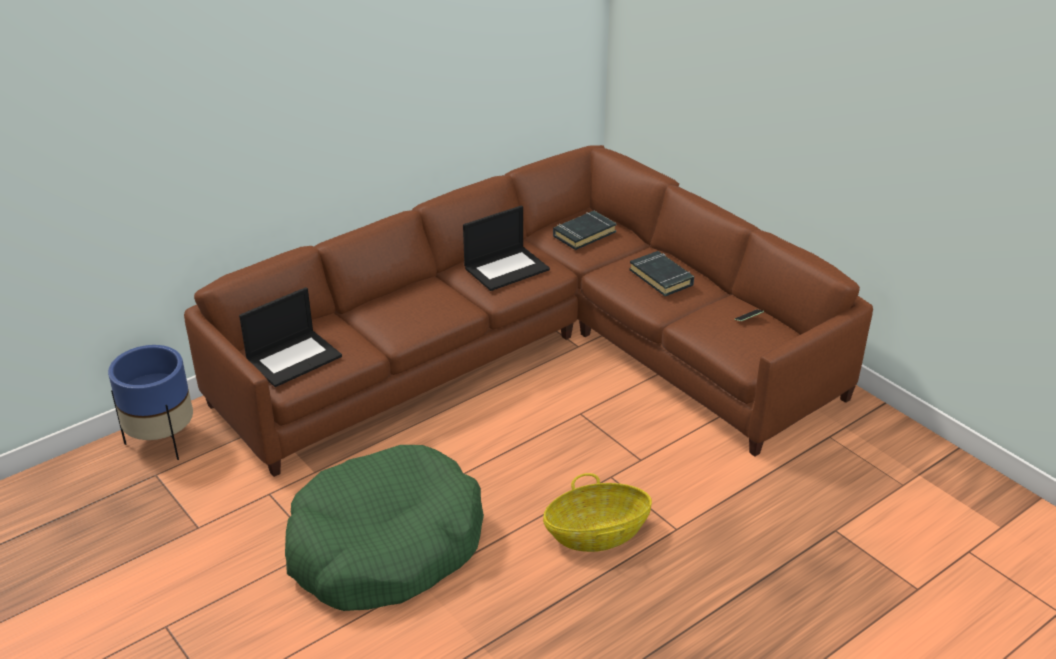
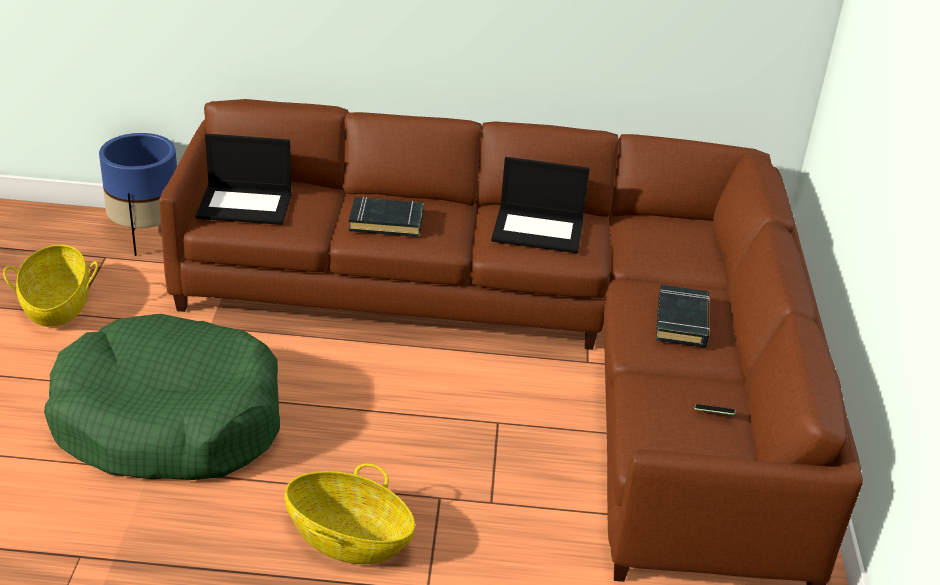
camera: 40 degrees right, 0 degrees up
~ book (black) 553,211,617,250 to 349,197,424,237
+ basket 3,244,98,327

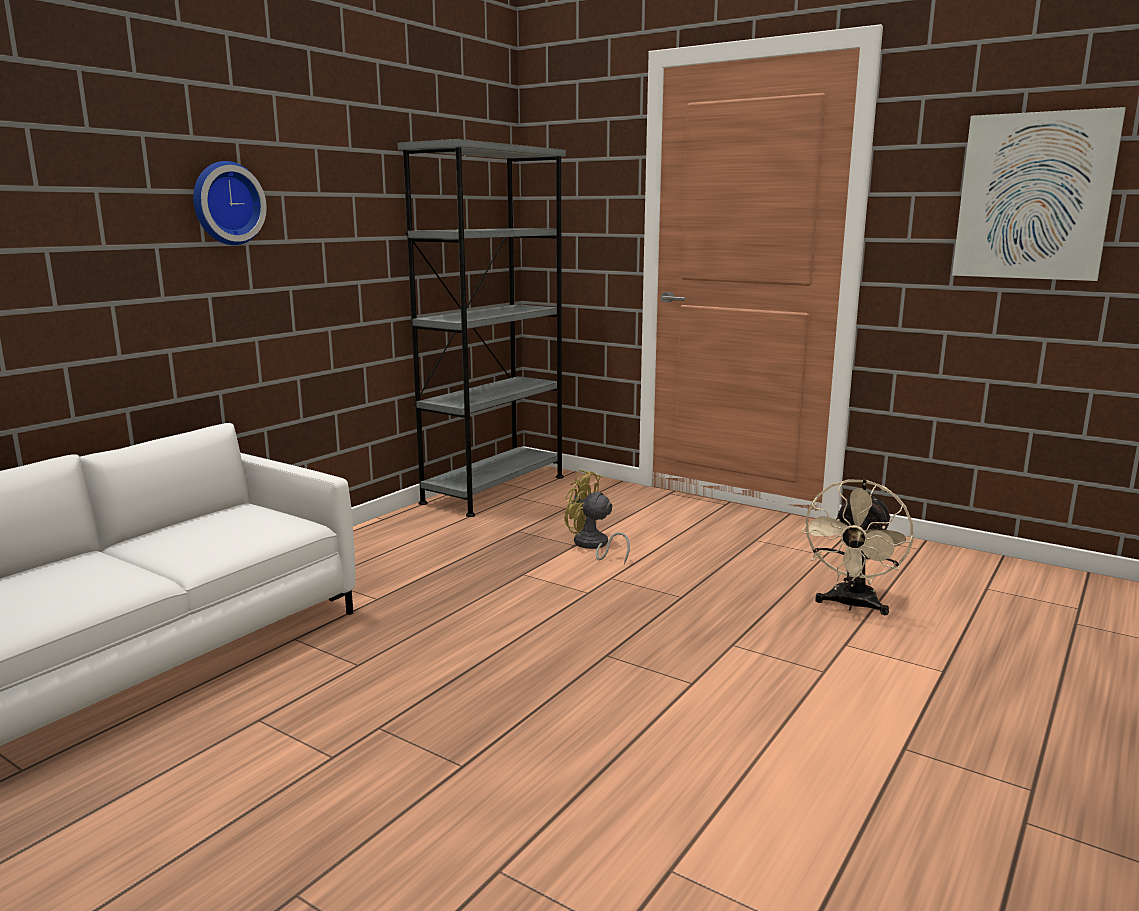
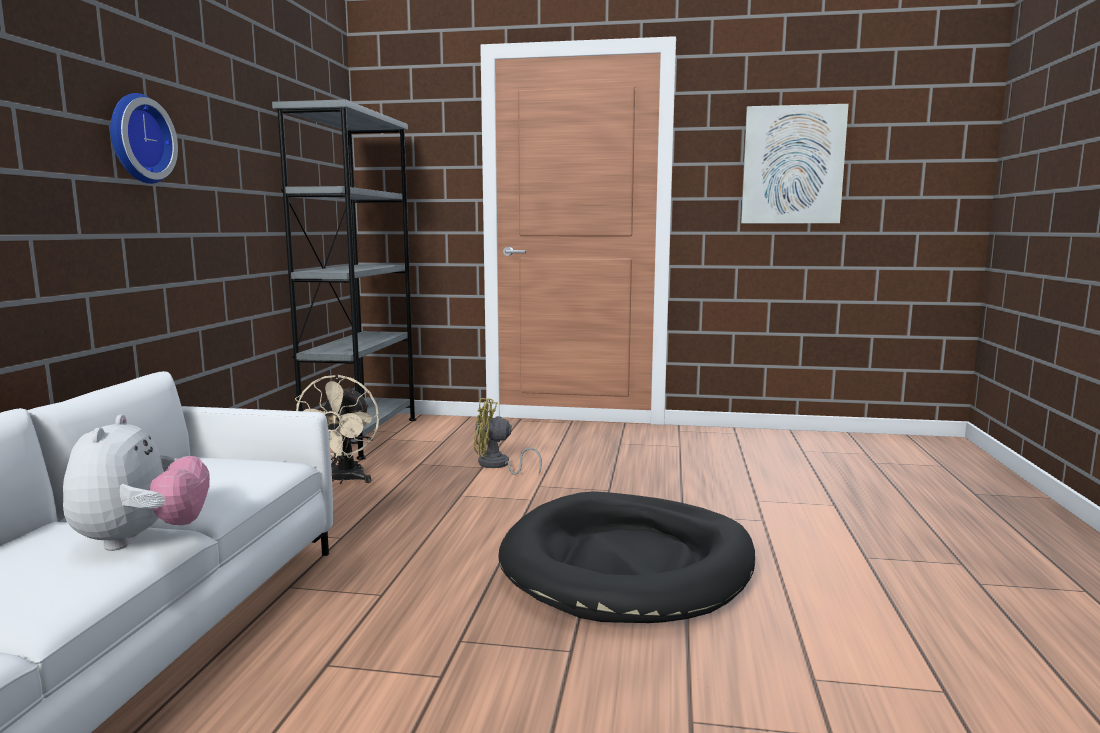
camera: 25 degrees left, 5 degrees down
~ electric fan (beige) 801,479,913,615 to 295,374,379,484
+ cuddly toy 63,414,210,551
+ pet bed (black) 498,491,755,623

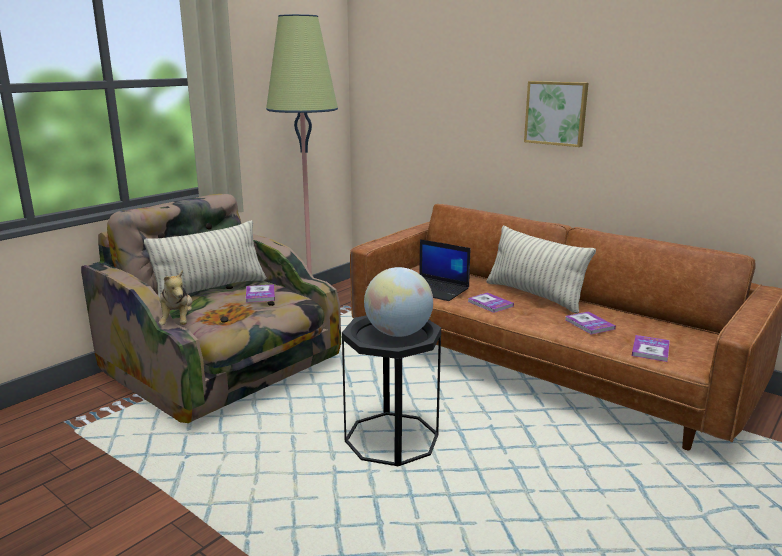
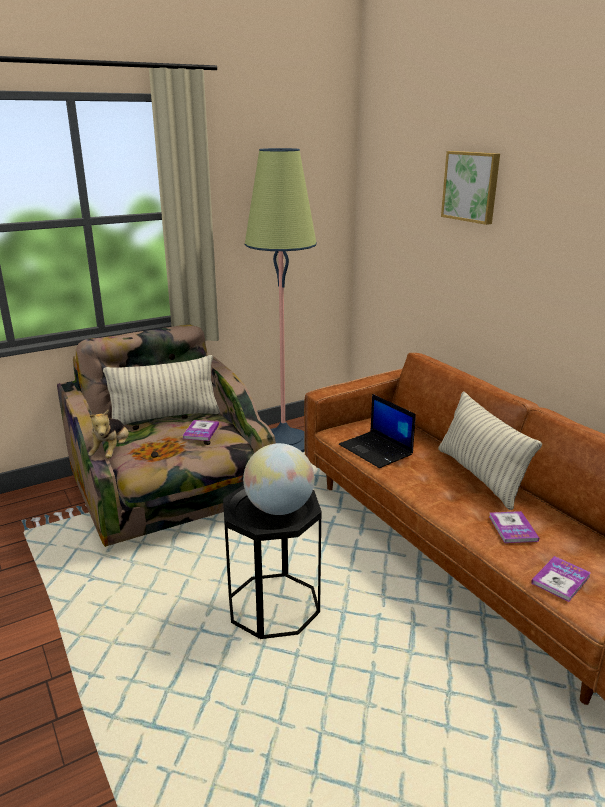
camera: 20 degrees right, 5 degrees up
~ wall art 524,81,588,147 to 441,151,500,225
- book 468,293,514,313

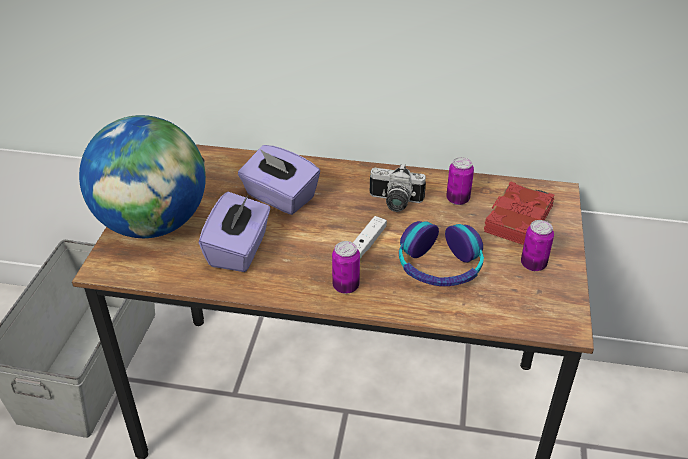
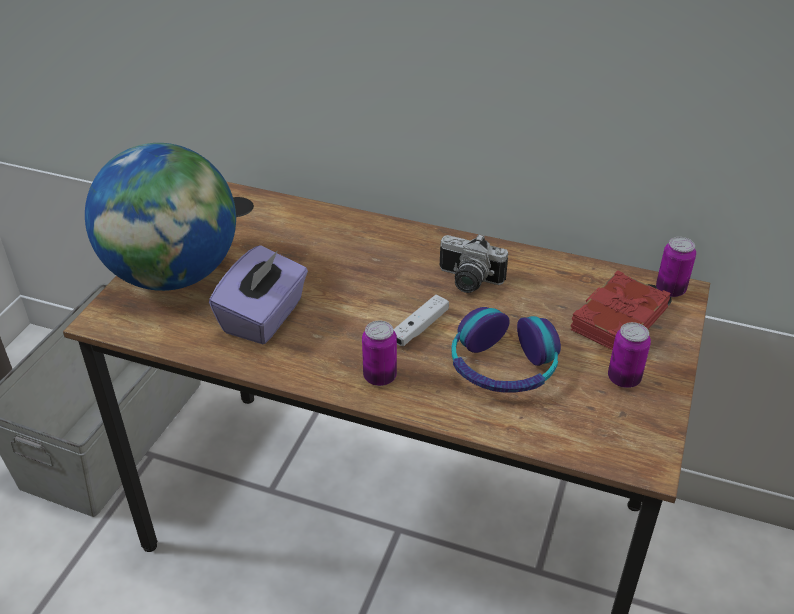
camera: 10 degrees right, 0 degrees up
- tissue holder (purplish) 238,145,320,215
~ sealed can 446,157,474,205 to 656,237,696,297

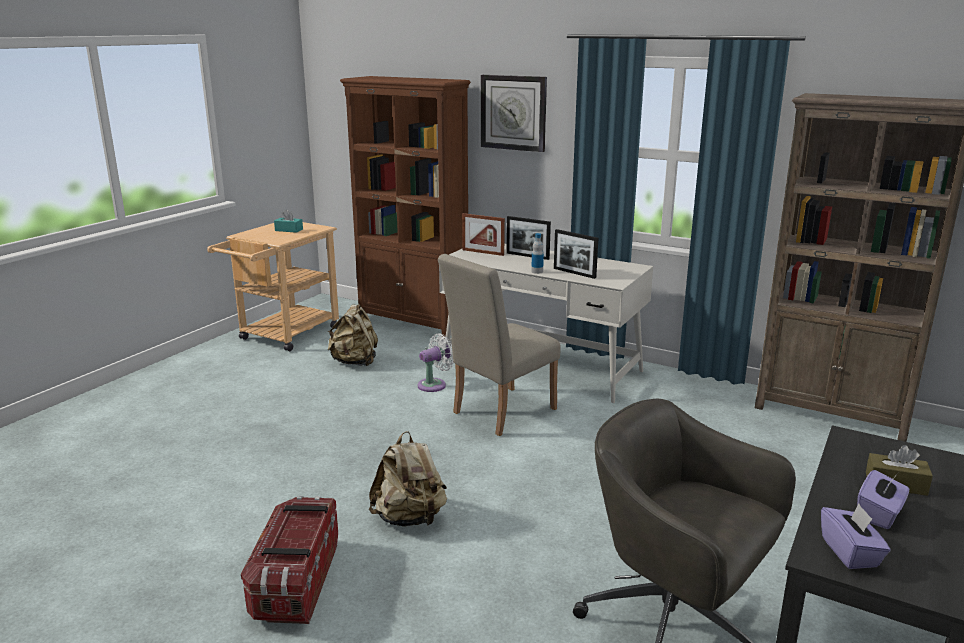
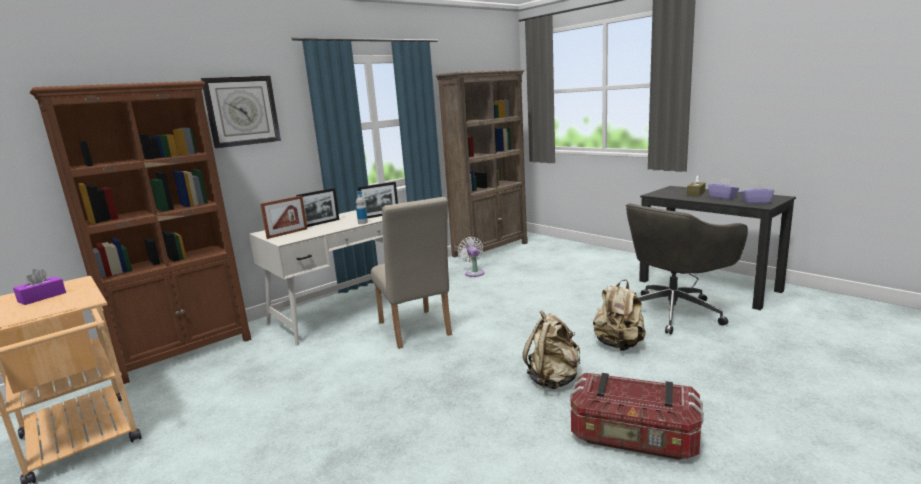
camera: 70 degrees left, 5 degrees down
~ tissue holder (turquoise-coloured) 274,210,303,233 to tissue holder (purplish) 13,269,66,305
~ rucksack (beige) 328,304,378,366 to 593,279,646,351
~ electric fan (white) 418,333,454,392 to 458,237,485,277

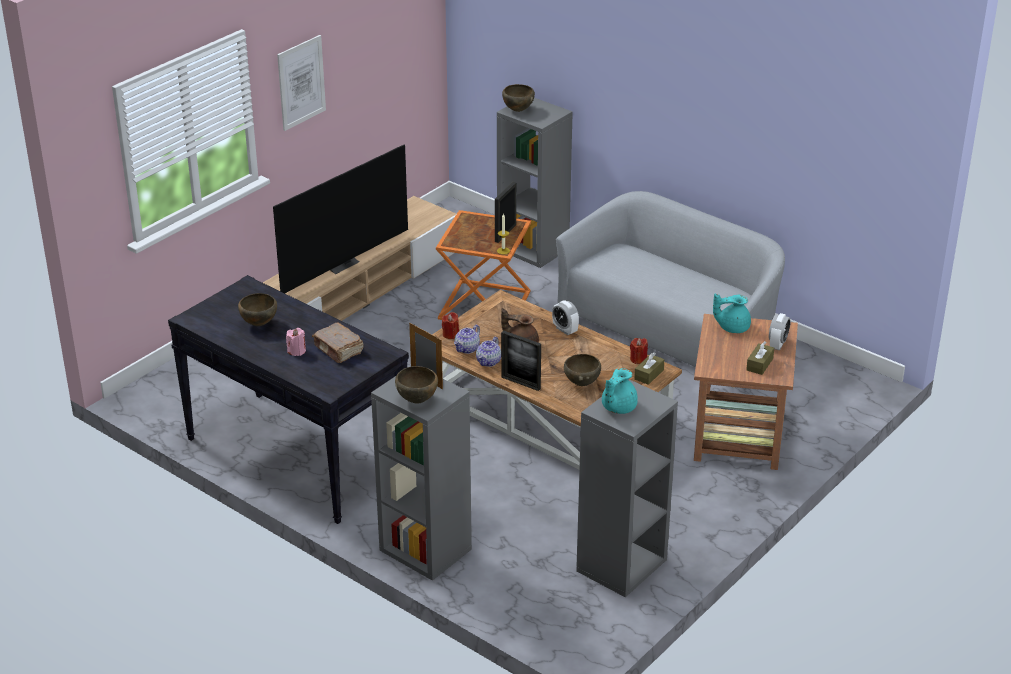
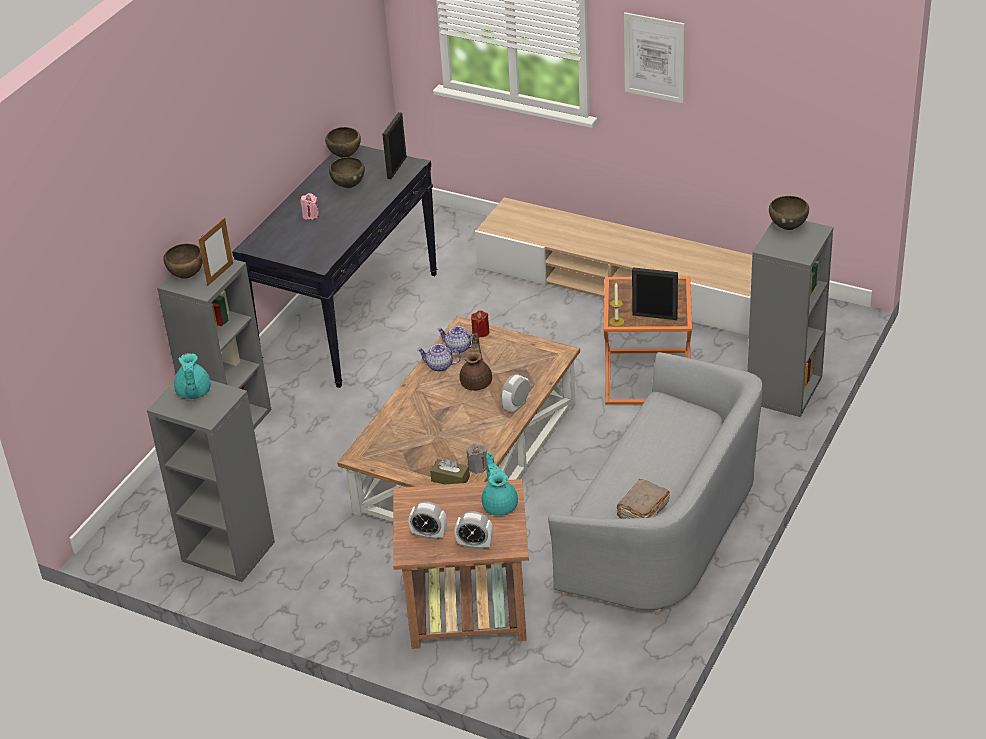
camera: 80 degrees right, 5 degrees up
- TV 273,145,408,293
~ book (brown-coloured) 312,323,364,363 to 617,479,670,519
~ picture frame 501,331,541,391 to 382,112,407,179
~ candle (red-coloured) 630,338,648,364 to candle (gray) 467,444,487,474
~ tissue holder (brown-coloured) 746,341,774,375 to alarm clock 409,501,447,540
~ deep dish (brown-coloured) 564,354,601,386 to 325,127,361,158
~ teapot (turquoise-coloured) 602,368,638,414 = 174,353,211,399 120 degrees counterclockwise

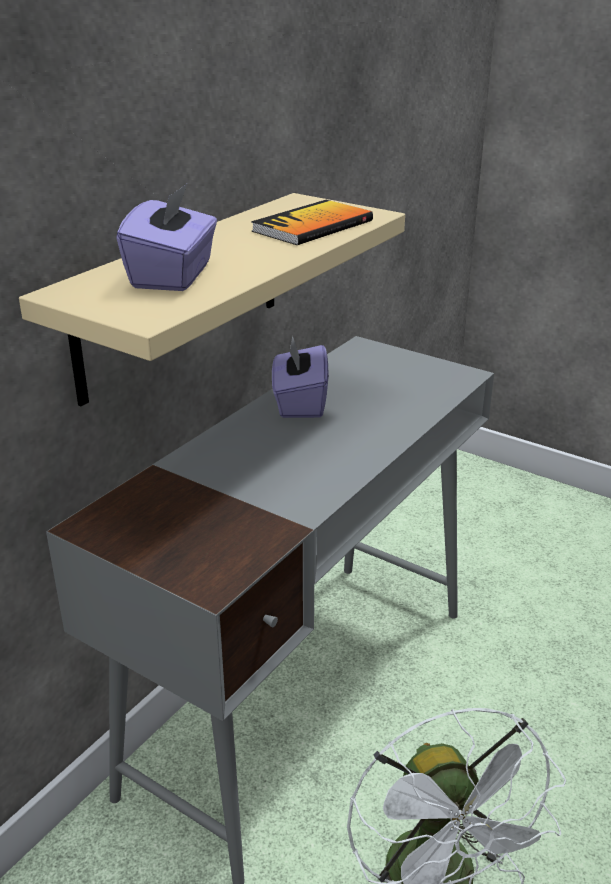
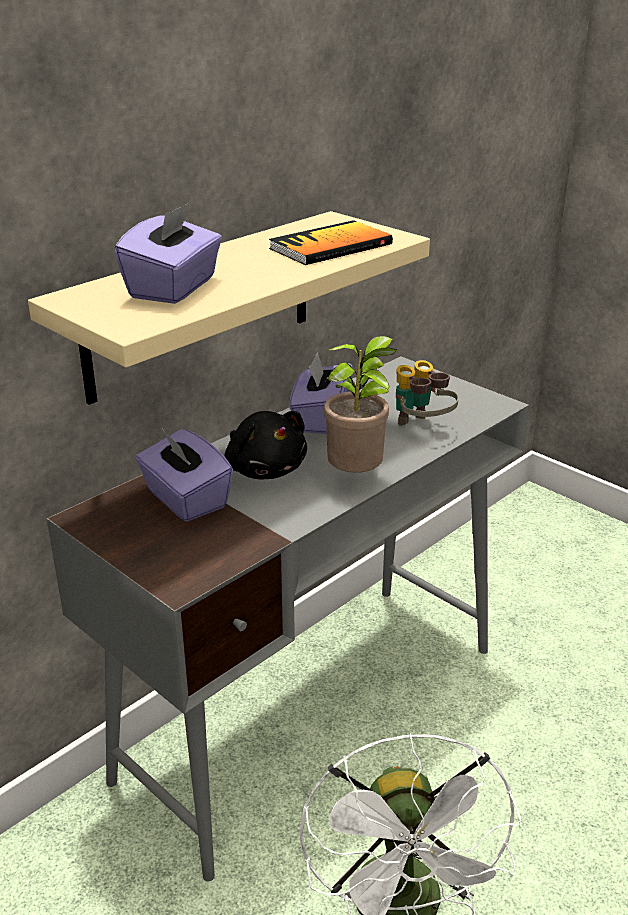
camera: 10 degrees right, 0 degrees up
+ plant in a pot 324,336,397,473
+ field glasses 396,360,458,426
+ cuddly toy (black) 225,411,307,479
+ tissue holder (purplish) 135,429,233,522

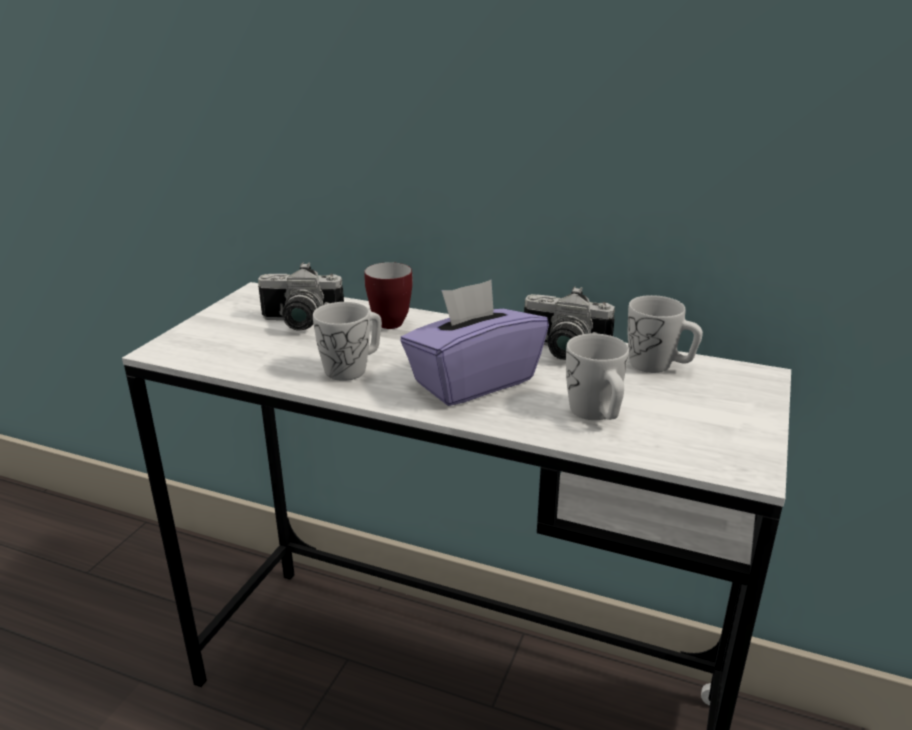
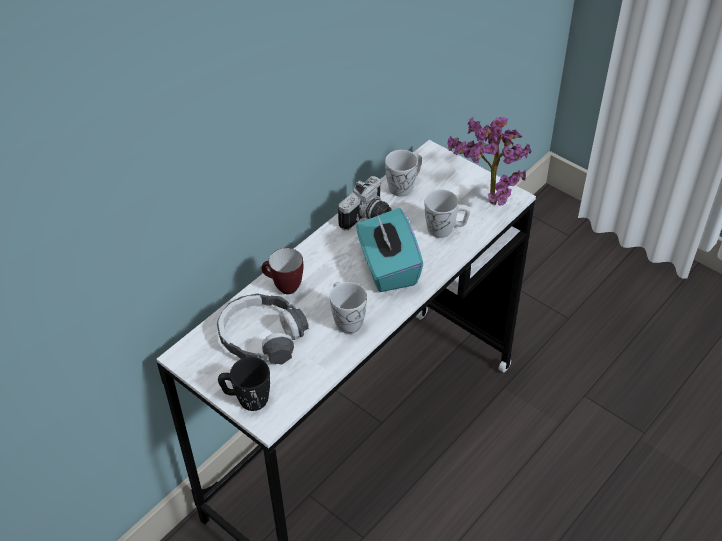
camera: 70 degrees left, 20 degrees up
~ photo camera 258,262,344,330 to pair of headphones 217,293,309,364
~ tissue holder (purplish) 401,280,549,406 to tissue holder (turquoise-coloured) 356,208,423,292
+ plant in a pot 447,117,531,205
+ tea mug (black) 218,357,270,411

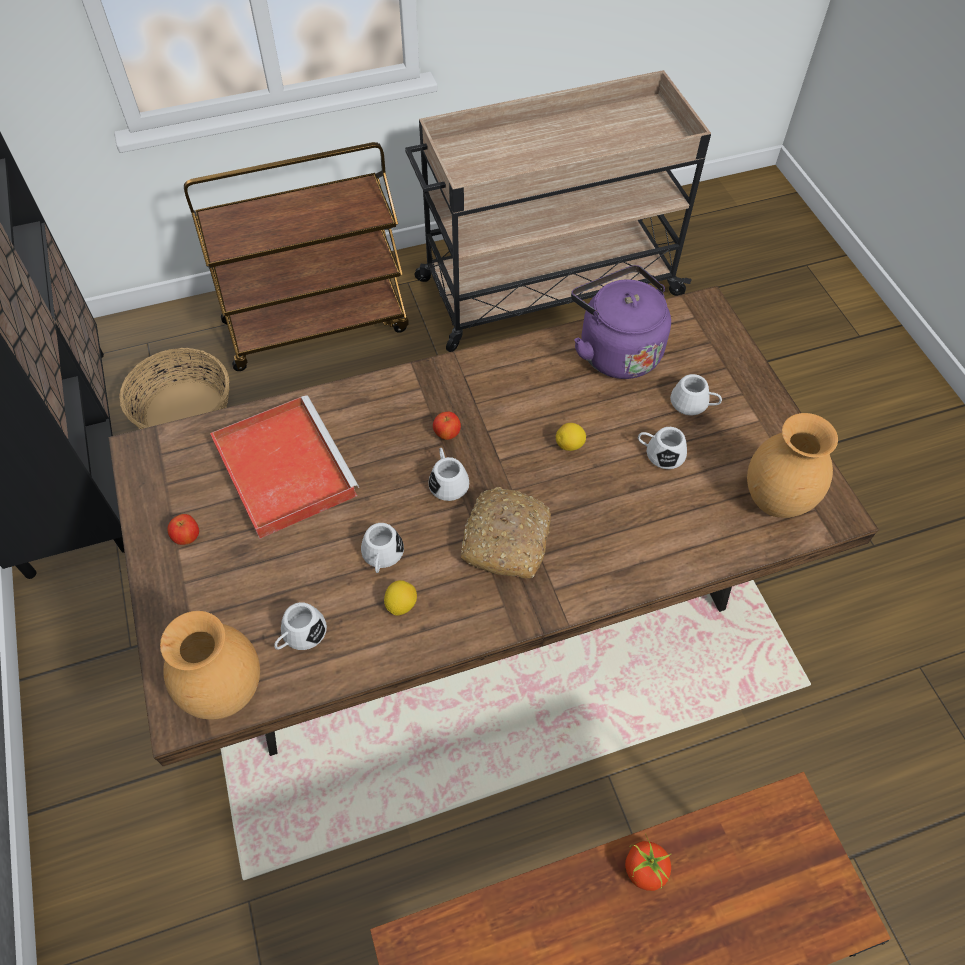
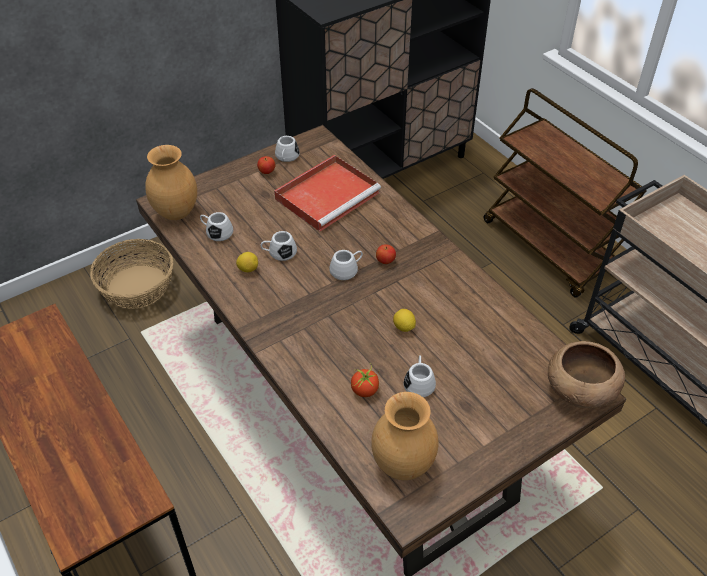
camera: 75 degrees right, 10 degrees down
- water kettle (purplish) 571,265,671,379
~ basket 119,348,229,429 to 90,239,173,309
~ tea mug (white) 670,374,722,416 to 275,136,300,162
- bakery bread 461,487,551,578
~ whole tomato 625,834,672,891 to 351,365,379,397
+ deep dish (brown-coloured) 548,341,625,408

